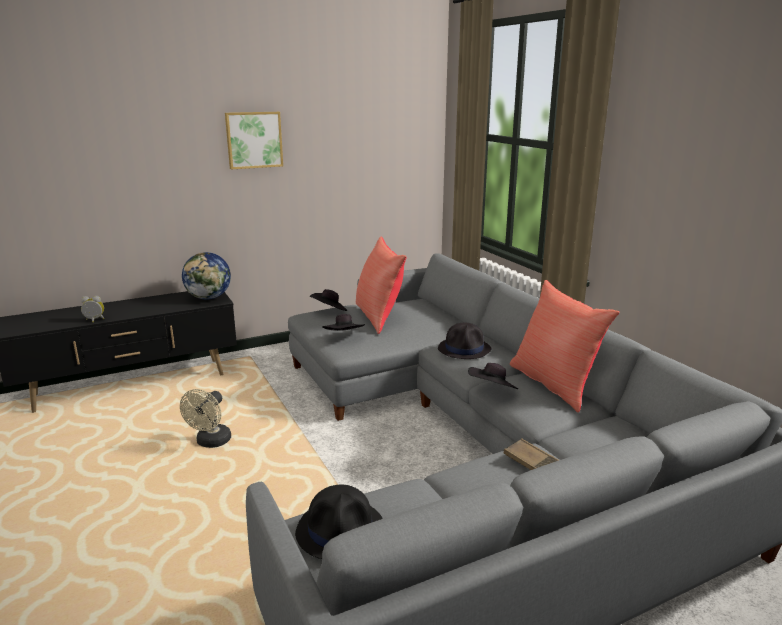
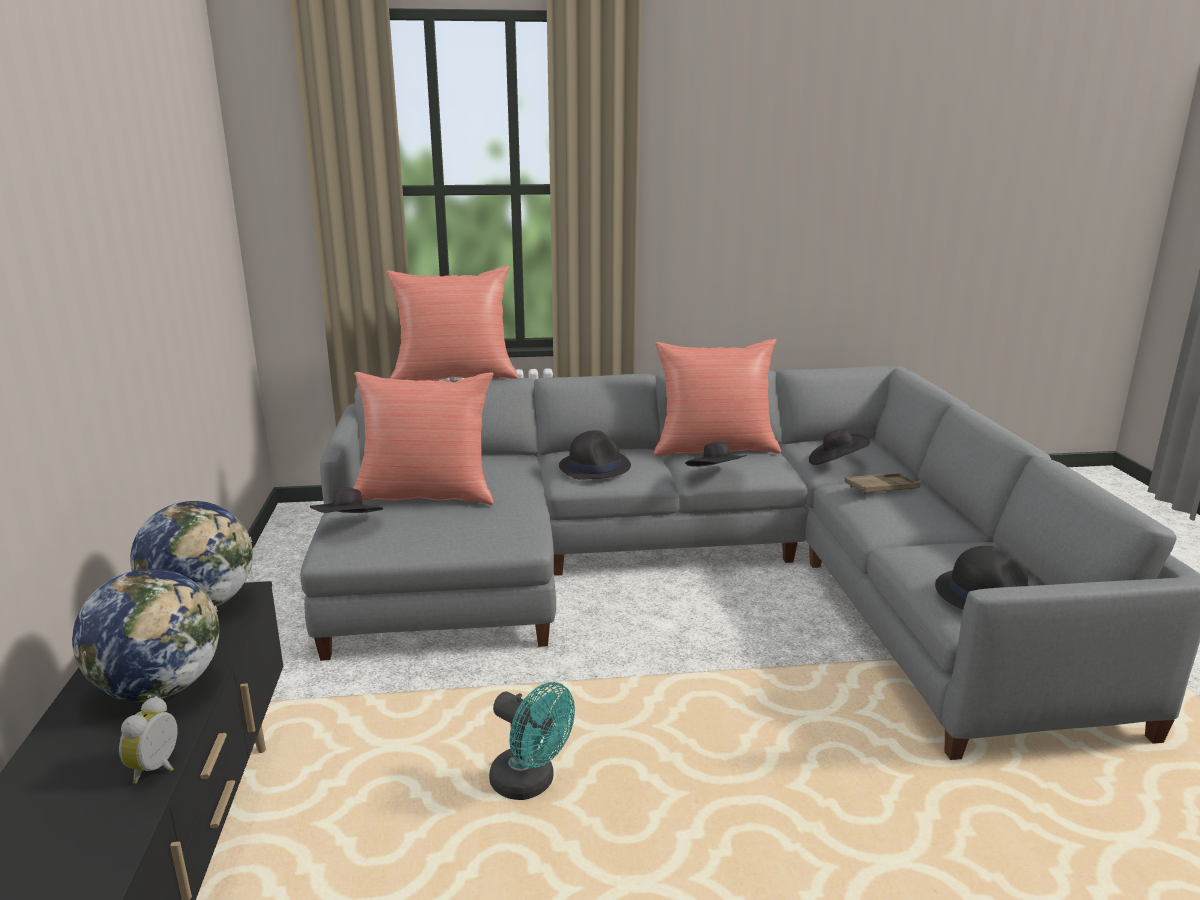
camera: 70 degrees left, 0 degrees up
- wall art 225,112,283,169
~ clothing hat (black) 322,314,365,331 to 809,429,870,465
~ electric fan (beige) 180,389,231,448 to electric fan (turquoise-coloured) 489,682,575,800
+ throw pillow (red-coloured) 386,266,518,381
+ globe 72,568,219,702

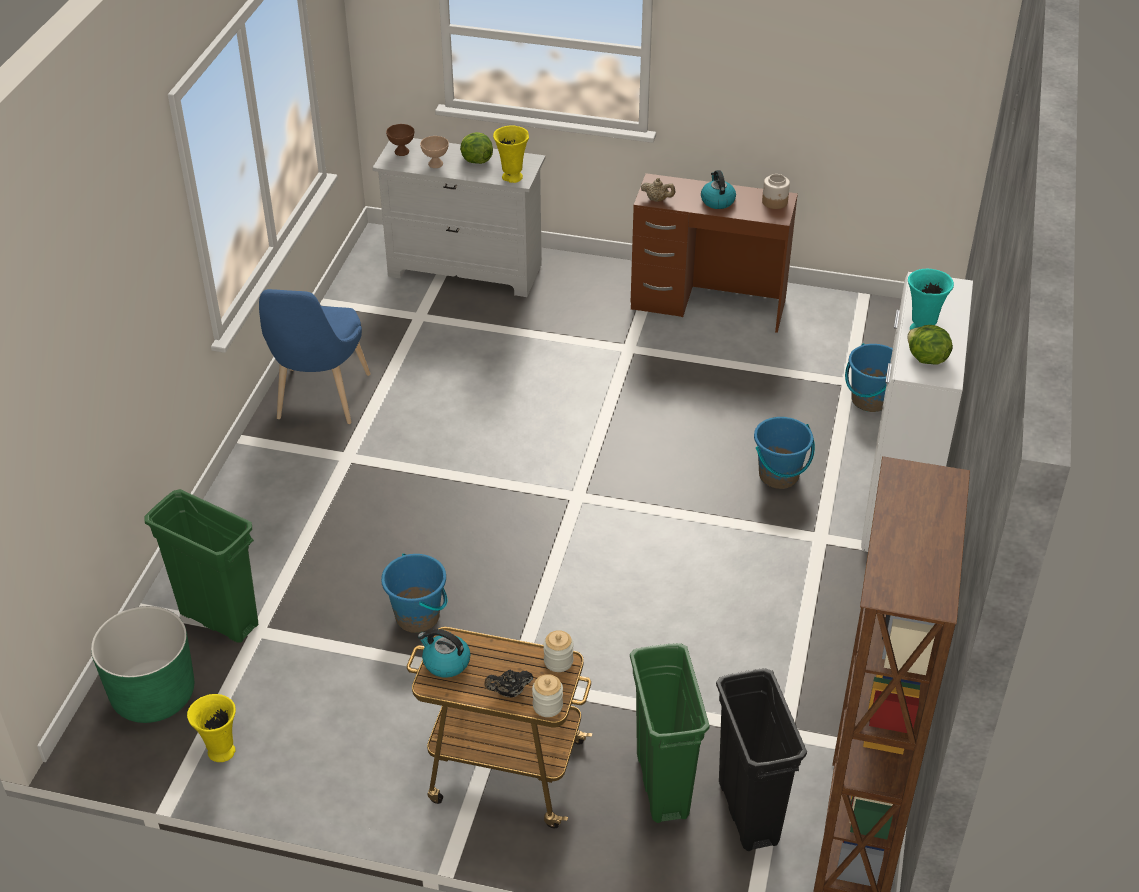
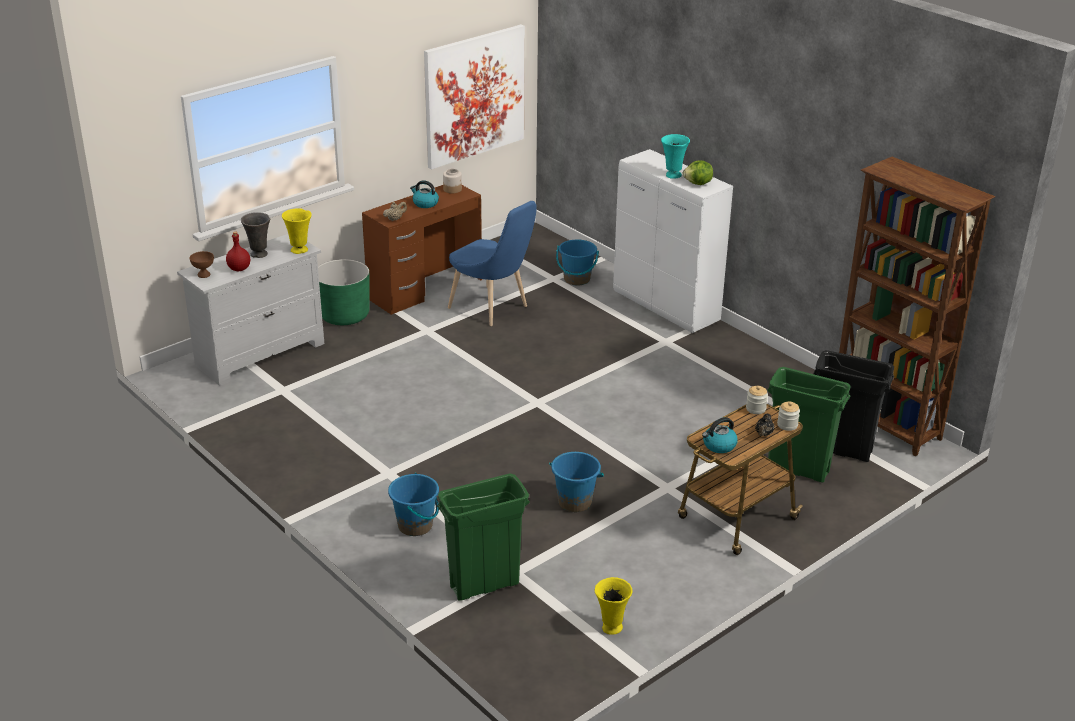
camera: 55 degrees left, 10 degrees down
~ lettuce head 460,132,493,164 to decorative vase (gray) 241,212,270,258
~ deep dish (beige) 420,136,449,168 to drink bottle (red-coloured) 226,232,250,271
~ chair (bluish) 259,289,371,424 to 448,201,537,326
~ pail (bluish) 754,417,815,489 to 388,473,439,536
~ planter (green) 91,606,194,723 to 318,259,370,325
+ wall art 424,24,525,170

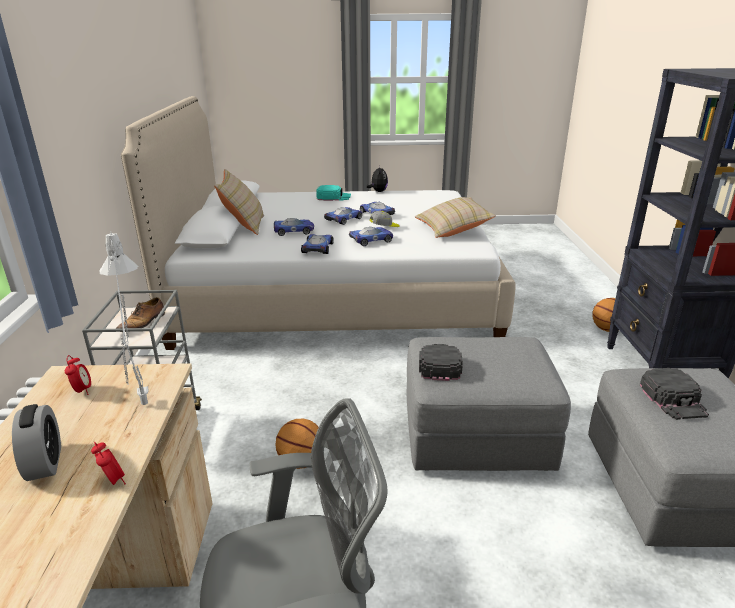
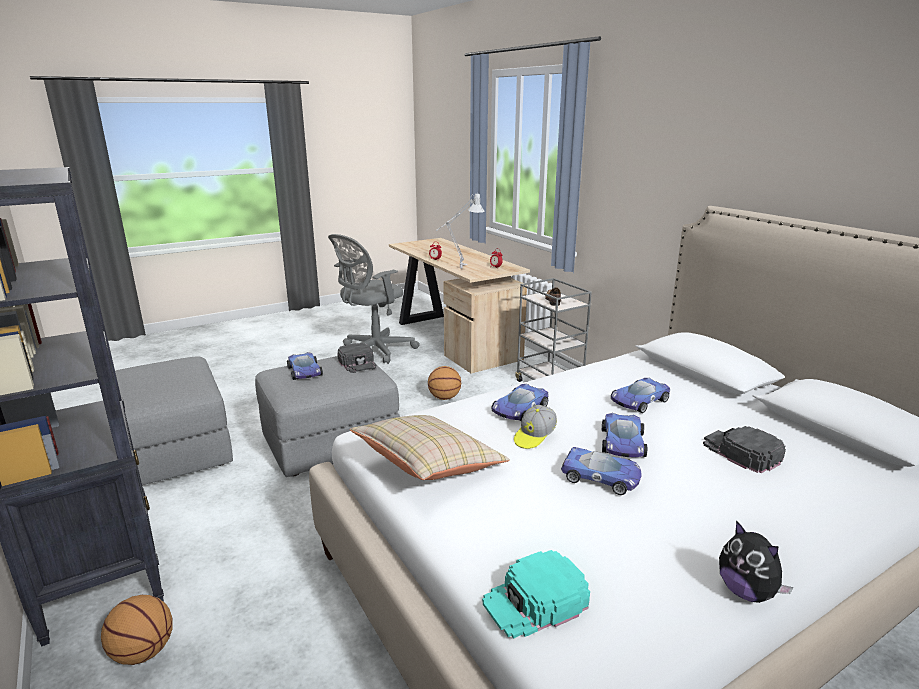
camera: 150 degrees right, 5 degrees down
- throw pillow (beige) 214,169,264,235
~ peaked cap (turquoise-coloured) 316,185,351,201 to 482,550,590,639
~ toy car 301,234,334,254 to 287,352,323,380
~ peaked cap (black) 640,368,709,420 to 703,426,786,473
- alarm clock 12,404,61,481

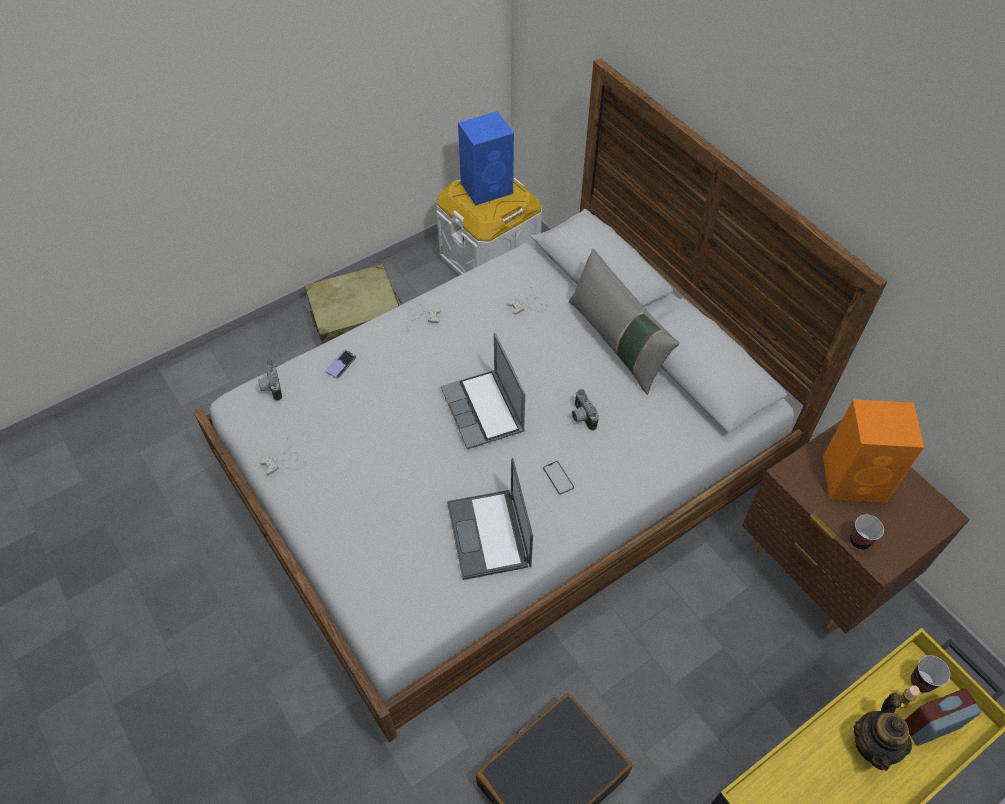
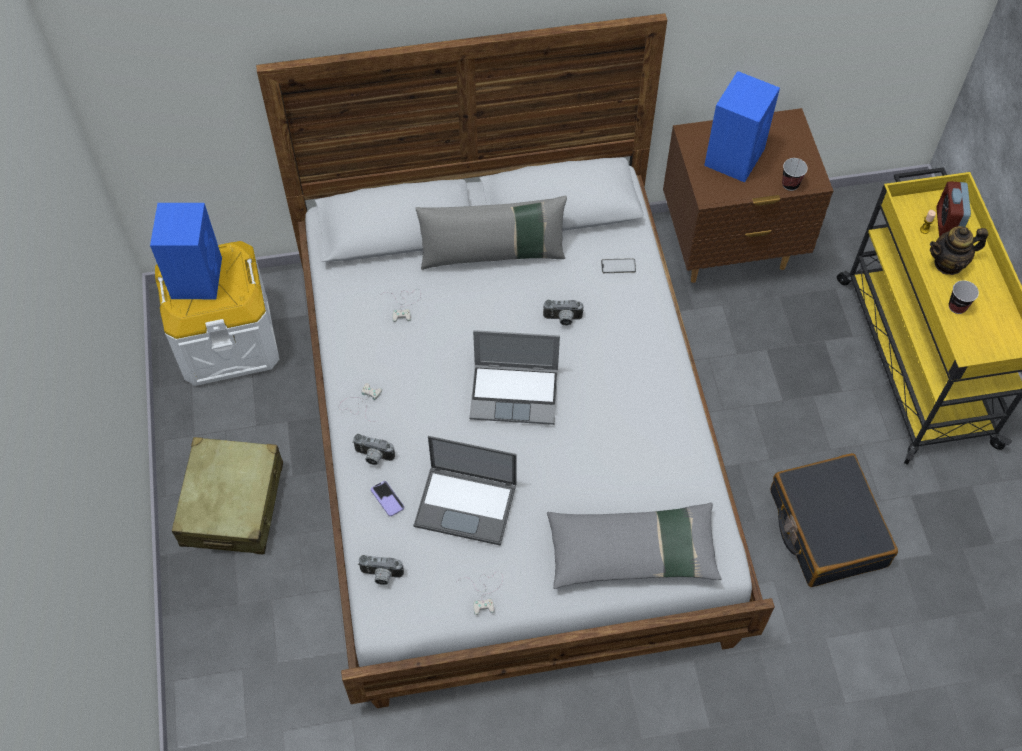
camera: 65 degrees left, 5 degrees up
~ audio speaker (orangey) 823,399,924,502 to audio speaker (bluish) 704,71,780,182
~ portable computer 447,458,533,580 to 414,436,517,546
~ handset 543,461,574,495 to 601,258,636,273
~ drinking cup 911,655,950,693 to 949,280,979,314
~ teapot 853,693,912,771 = 930,226,988,275 120 degrees clockwise
+ photo camera 352,434,395,465
+ throw pillow (gray) 547,502,722,589

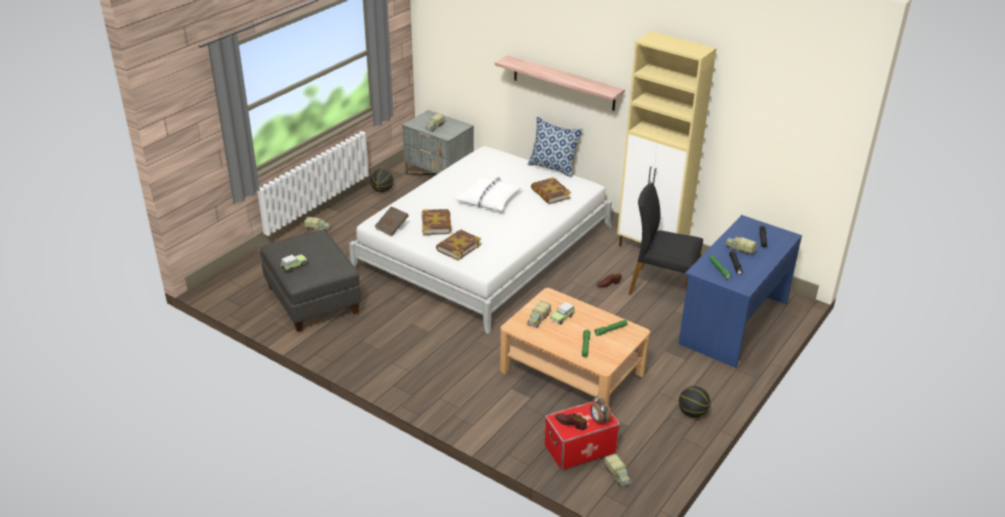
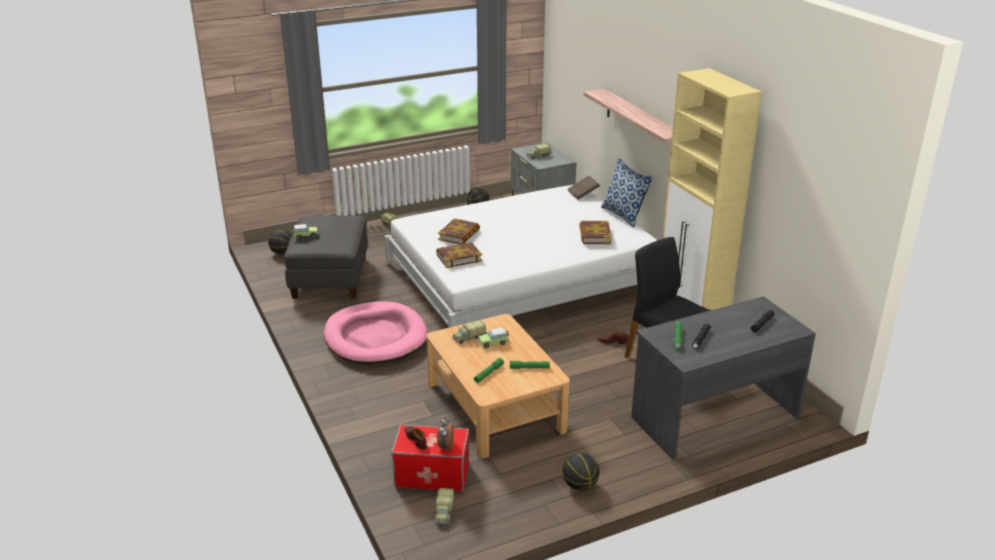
camera: 30 degrees right, 5 degrees down
- throw pillow (white) 455,176,522,211
~ book (brown-coloured) 374,206,409,236 to 568,176,600,200
~ desk table (bluish) 678,215,802,368 to desk table (gray) 631,296,816,460
- model truck 725,237,757,255
+ basketball 268,229,292,255
+ pet bed (pink) 324,301,427,364

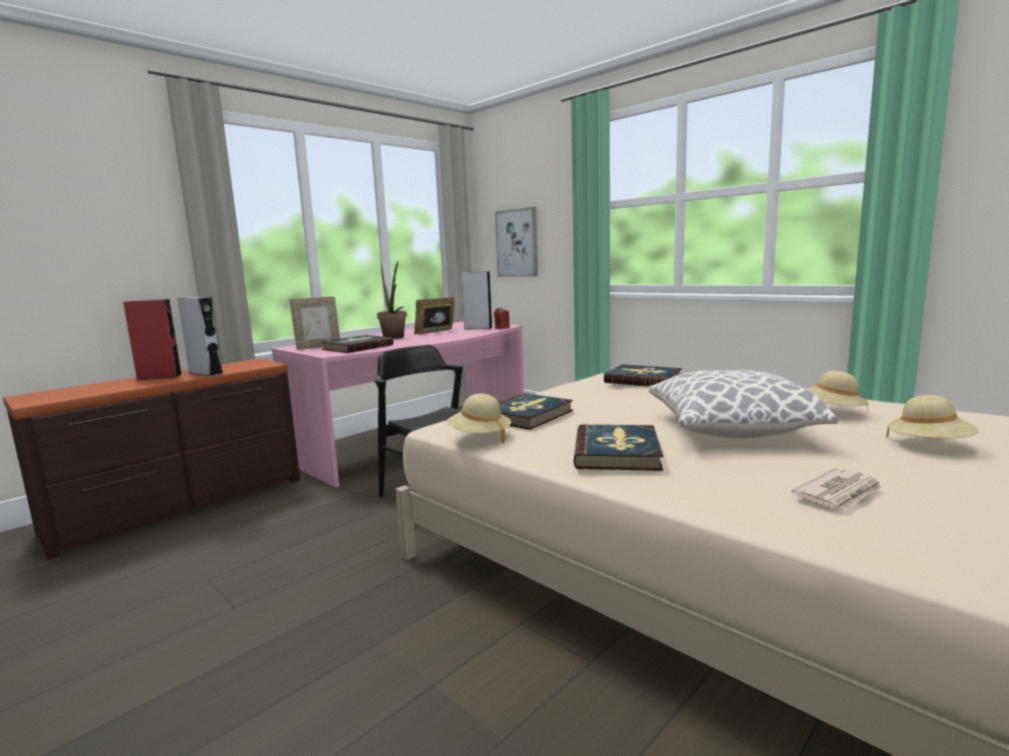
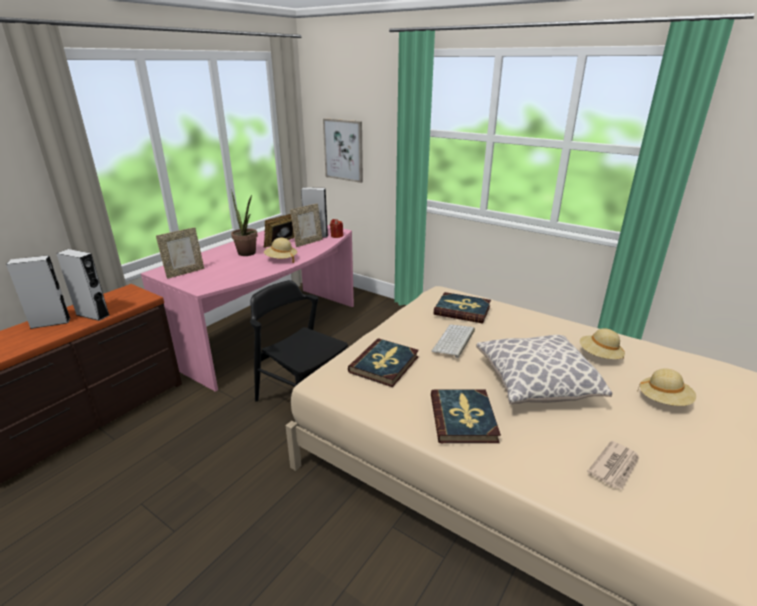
camera: 10 degrees left, 15 degrees up
~ audio speaker (red-coloured) 123,299,182,380 to audio speaker (gray) 6,255,71,329
- book 321,335,393,353
~ clothing hat (beige) 447,393,511,443 to 264,238,297,263
+ picture frame 290,204,323,247
+ computer keyboard 432,324,475,358

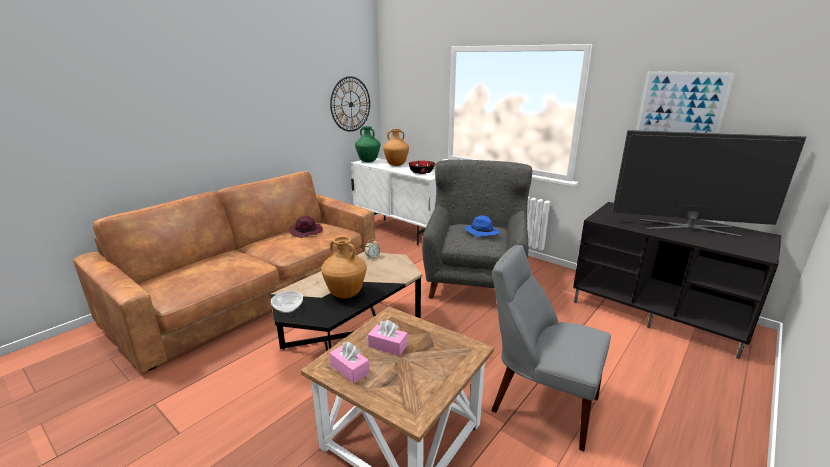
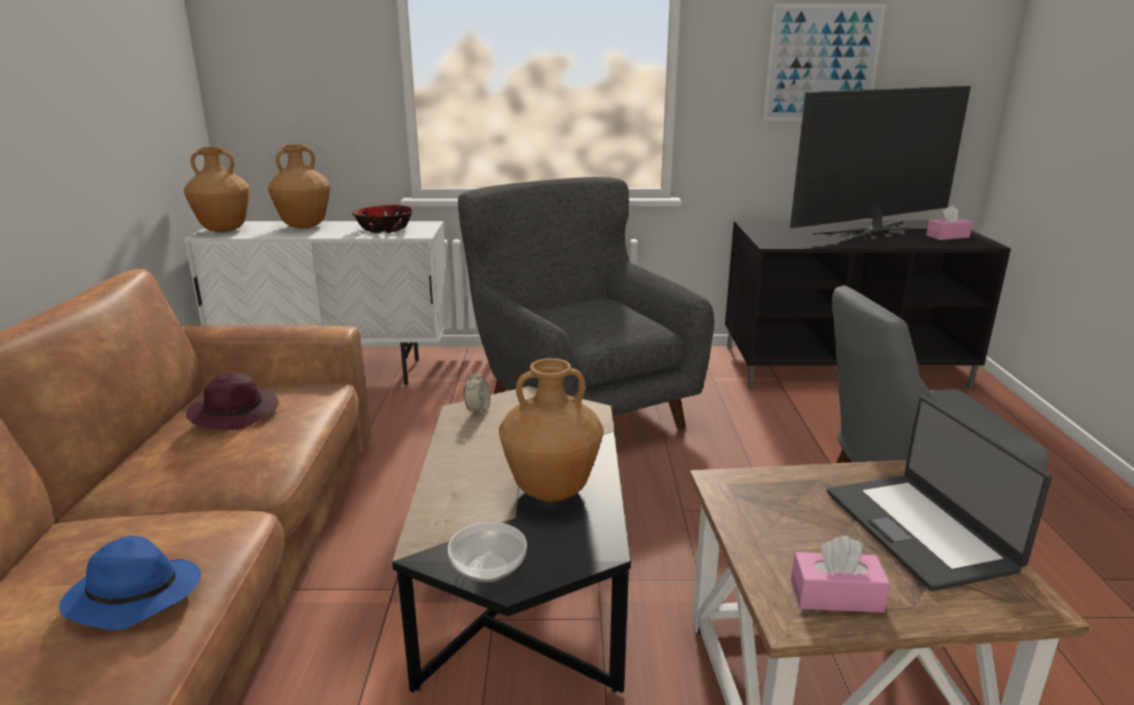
camera: 40 degrees left, 0 degrees up
- clock on the wall 330,76,370,132
~ decorative vase (green) 355,126,380,162 to decorative vase (brown-coloured) 184,147,250,232
~ clothing hat (bluish) 465,215,499,237 to 59,536,201,630
~ tissue holder (pink) 368,320,408,356 to 926,205,973,240
+ portable computer 827,397,1052,591

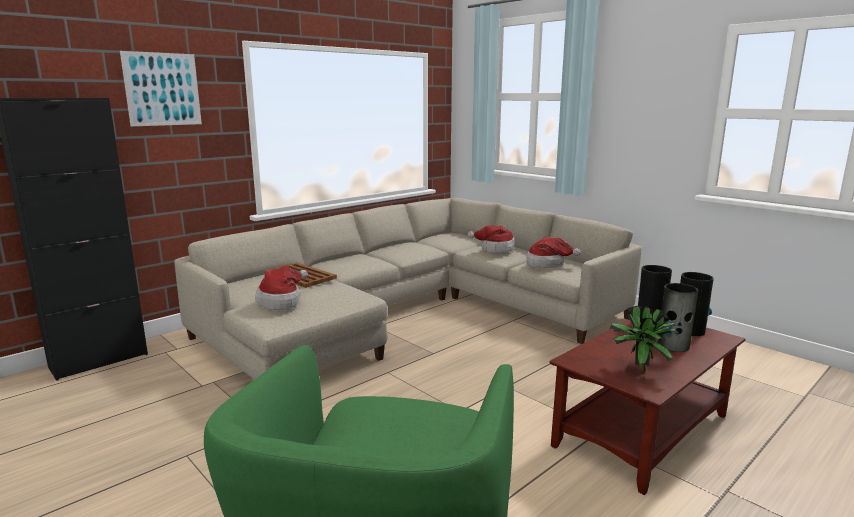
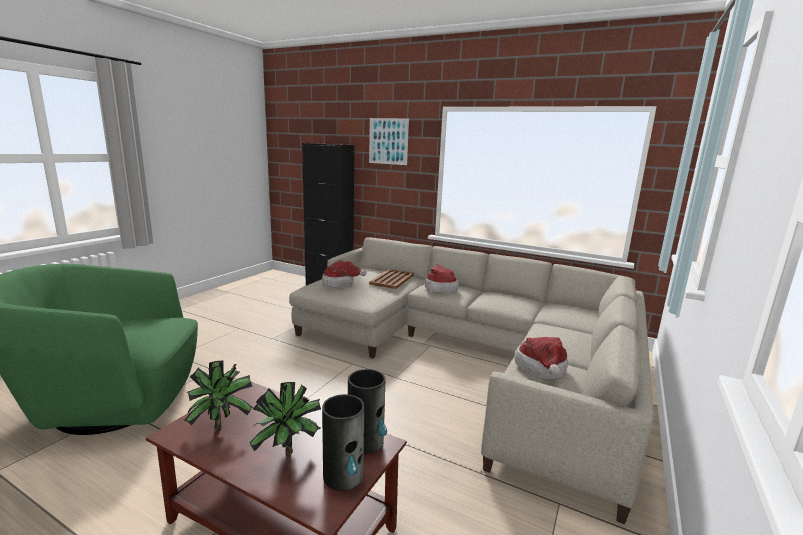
camera: 70 degrees right, 0 degrees up
~ clothing hat 468,225,515,253 to 425,265,459,293
~ decorative vase 658,283,698,352 to plant in a pot 250,382,321,455

